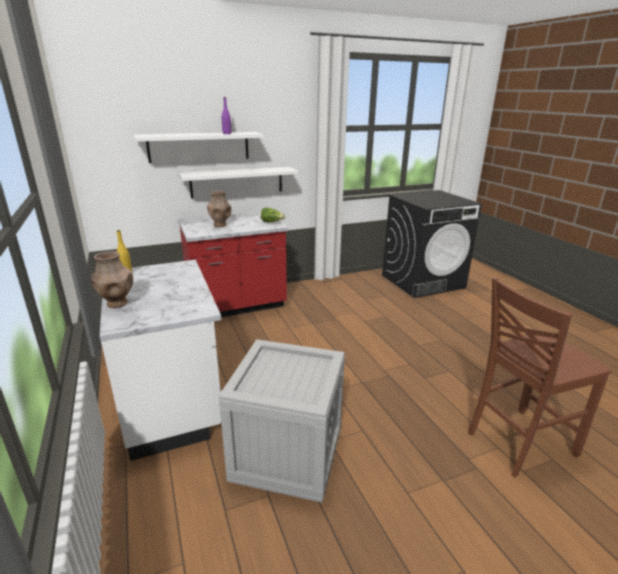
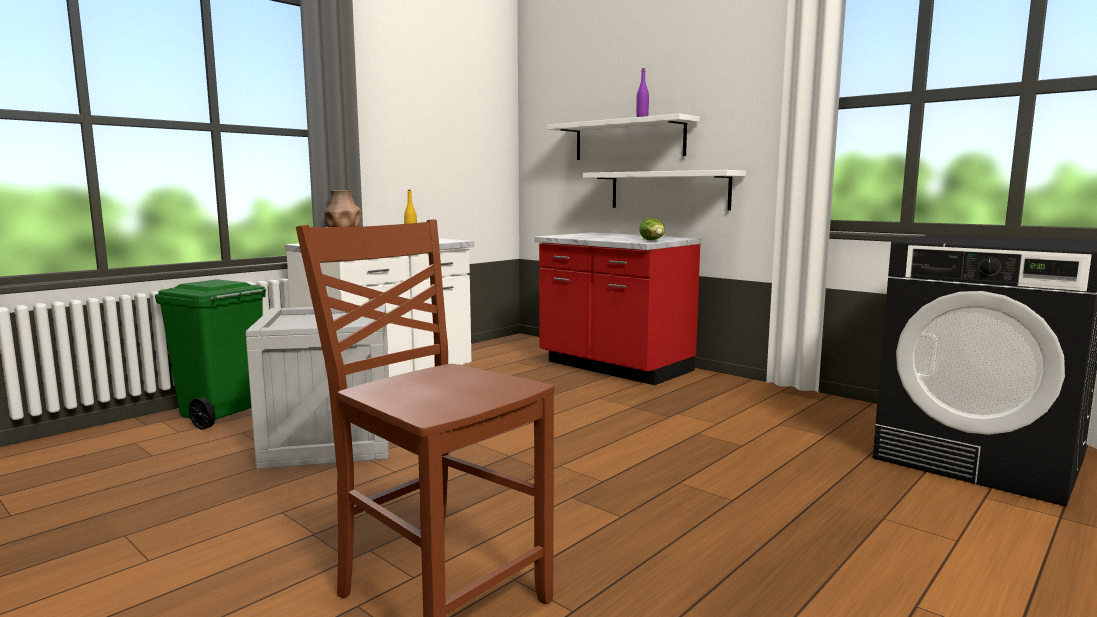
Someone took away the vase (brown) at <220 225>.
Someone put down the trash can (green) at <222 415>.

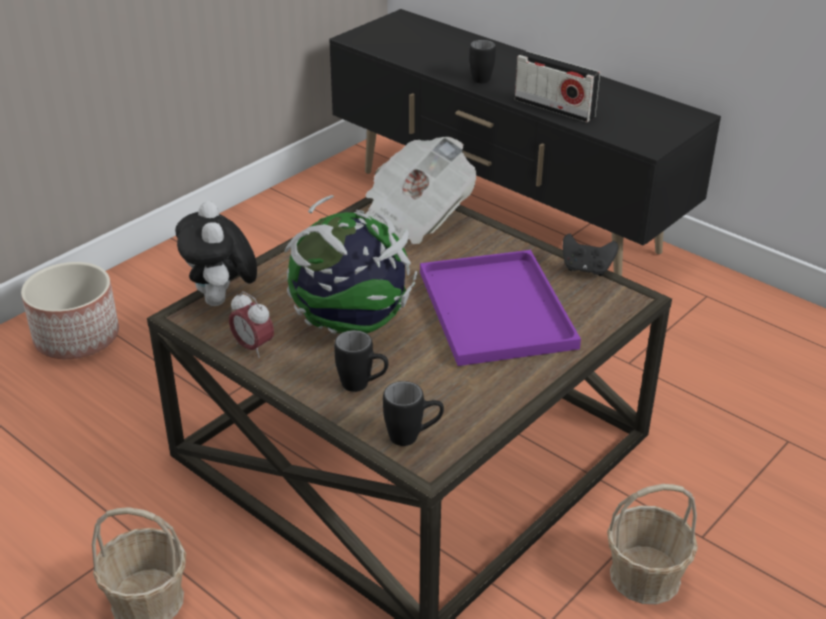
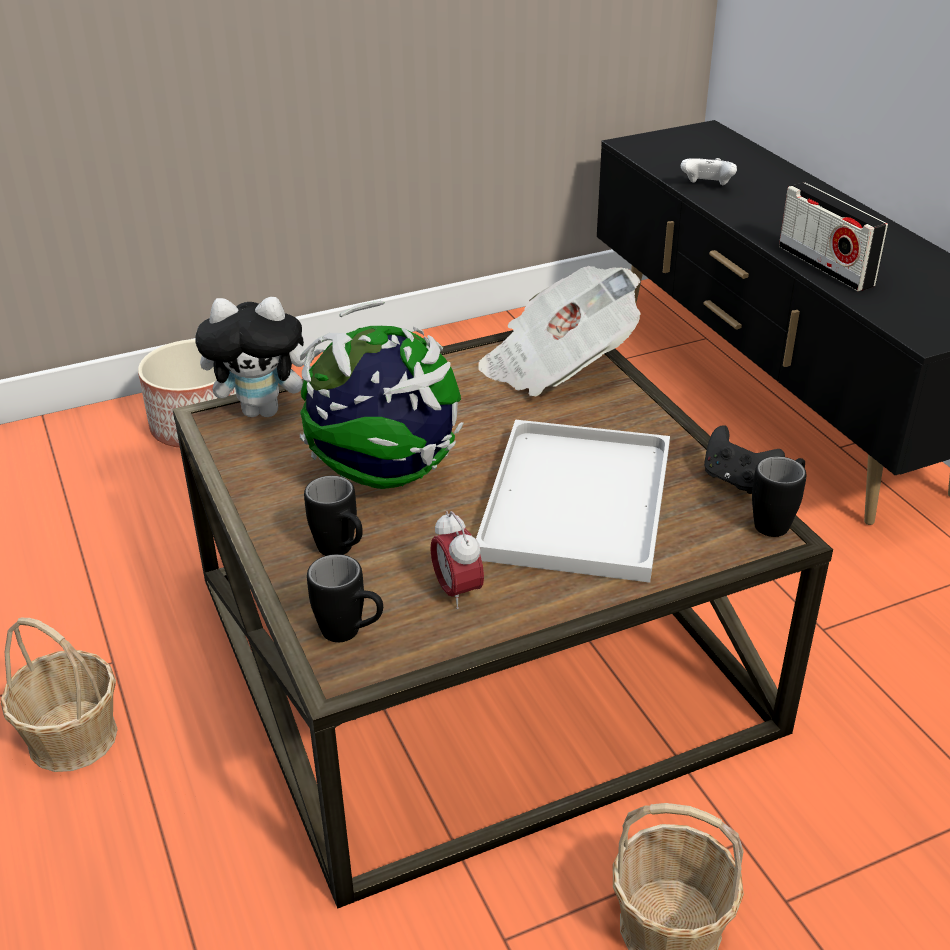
Someone carried the mug (black) from <482 77> to <777 520>.
Someone rotated the plush toy at <222 301> by 105 degrees counterclockwise.
Someone repainted the tray (purple) at <493 307>, which became the tray (white) at <575 498>.
Someone carried the alarm clock from <253 347> to <457 591>.
Someone put down the game controller (white) at <707 187>.

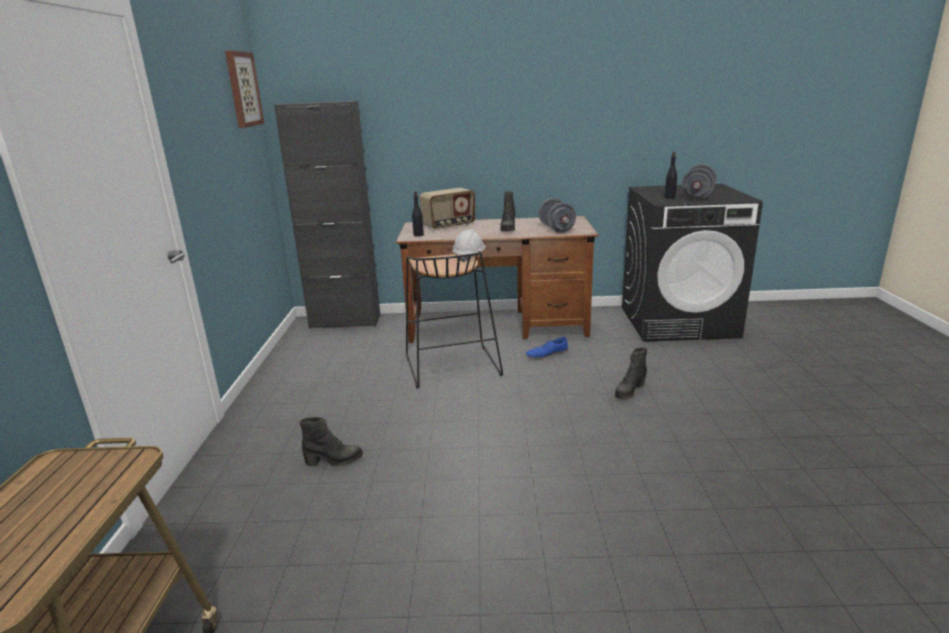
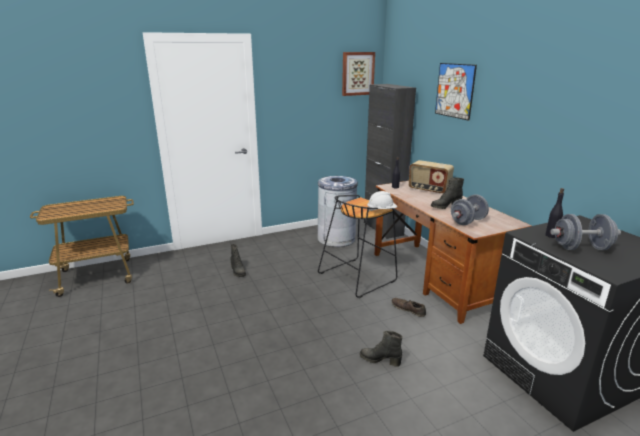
Someone repainted the shoe (blue) at <546 354>, which became the shoe (brown) at <408 309>.
Someone put up the picture at <454 90>.
Someone put down the trash can (grey) at <336 239>.

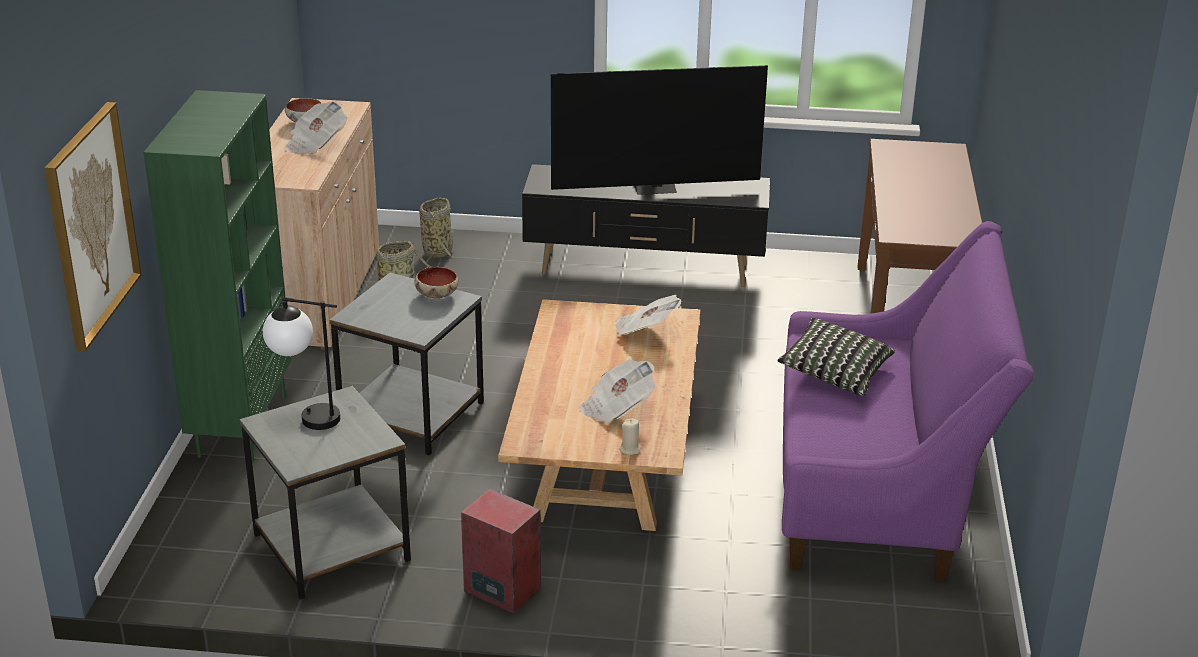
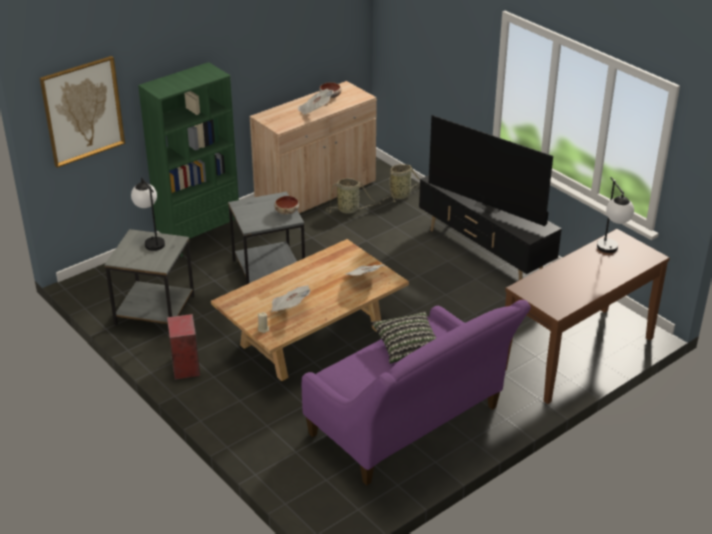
Someone put down the table lamp at <610 252>.

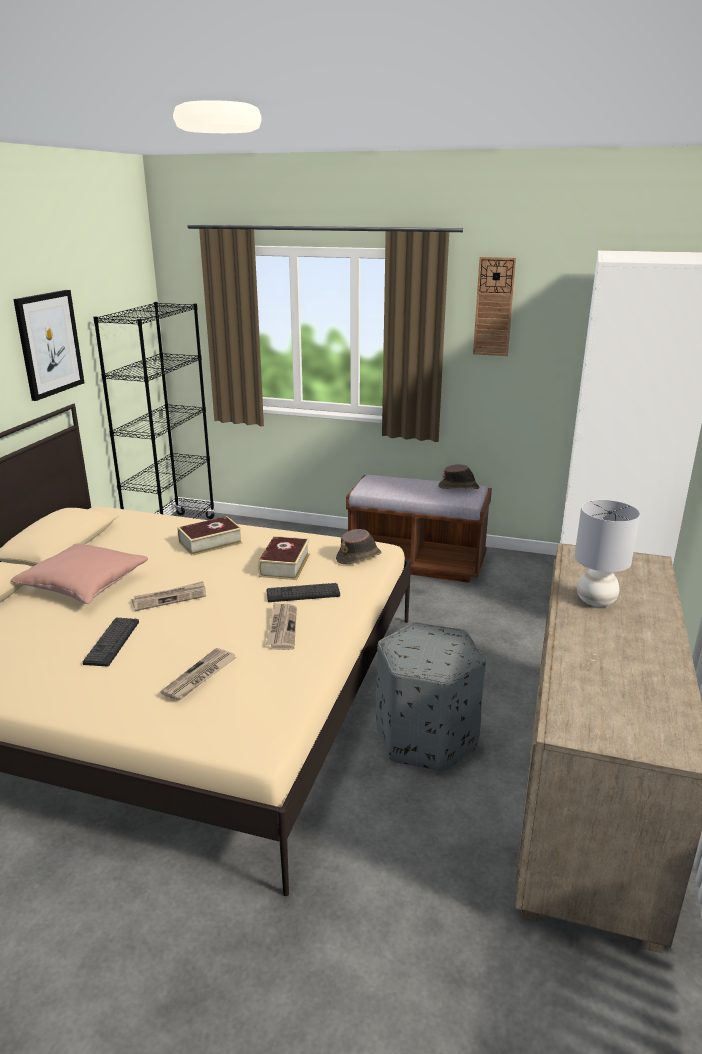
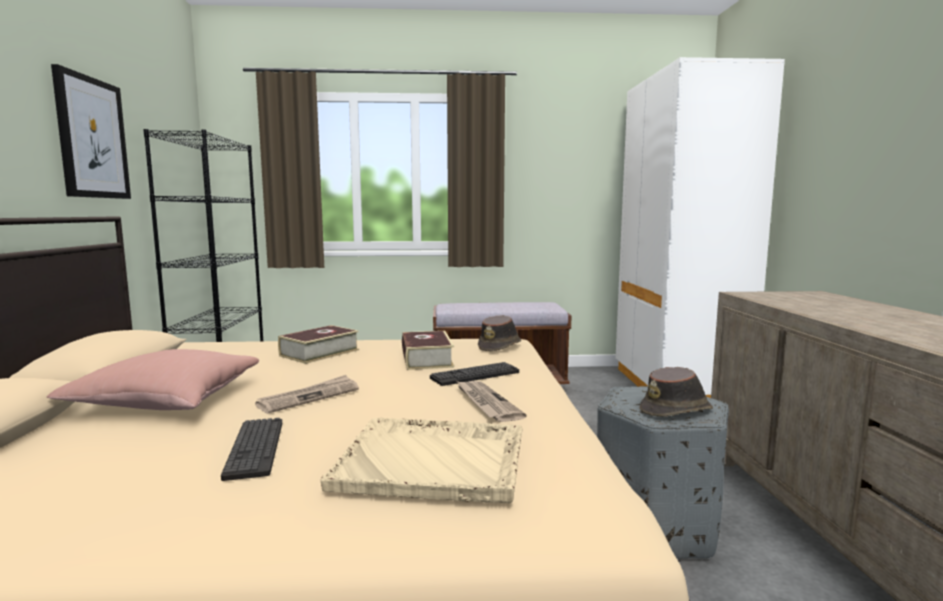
Someone took away the wall clock at <494 307>.
Someone carried the hat (brown) from <459 487> to <676 411>.
Someone took away the table lamp (grey) at <596 601>.
Someone swapped the newspaper at <200 676> for the tray (beige) at <434 461>.

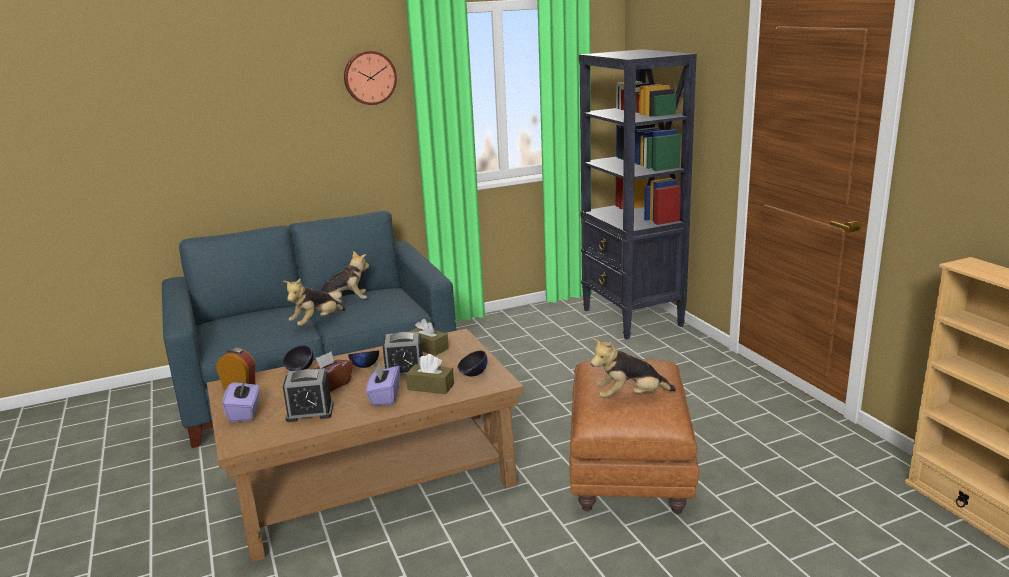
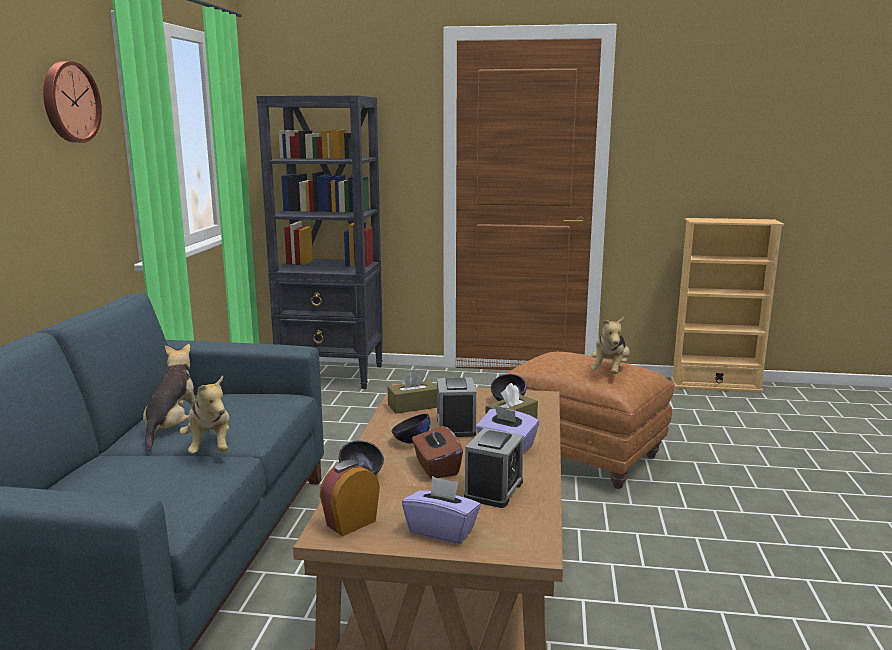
Someone rotated the alarm clock at <405 371> by 150 degrees clockwise.

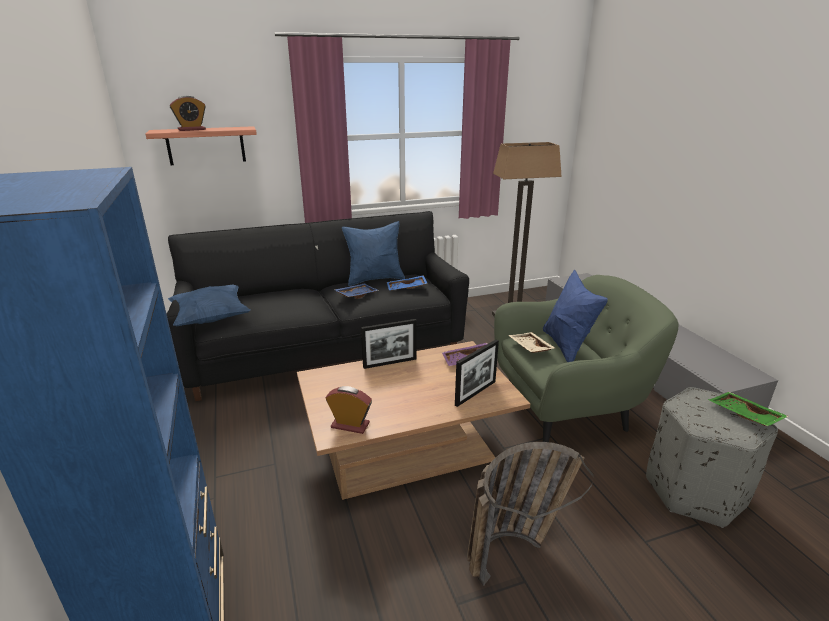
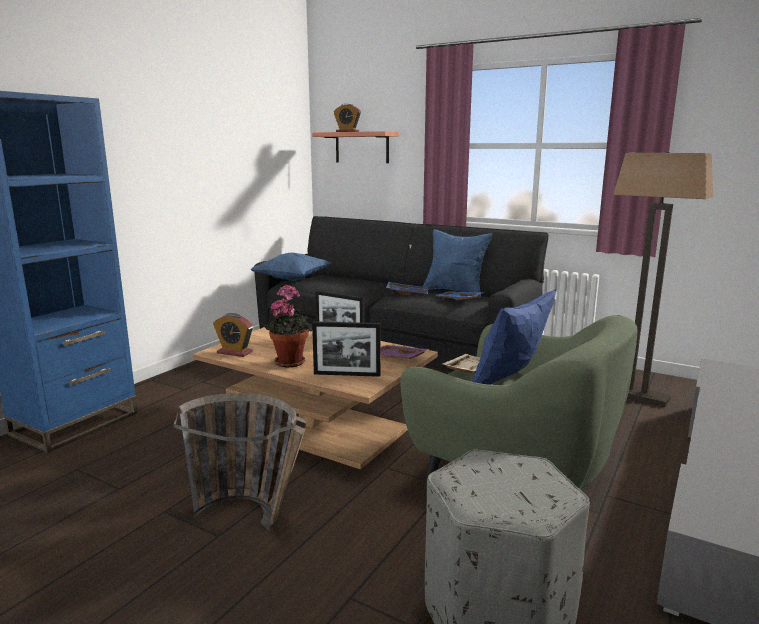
Someone rotated the alarm clock at <350 425> by 135 degrees clockwise.
Someone took away the tray (green) at <743 415>.
Someone put down the potted plant at <290 361>.

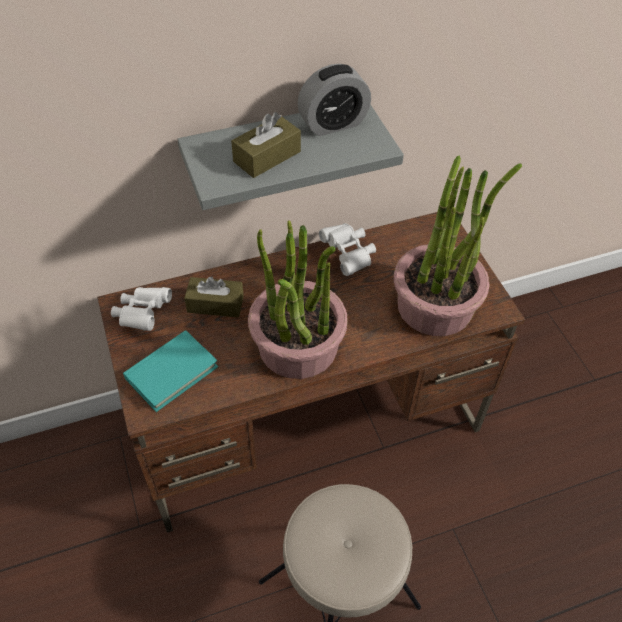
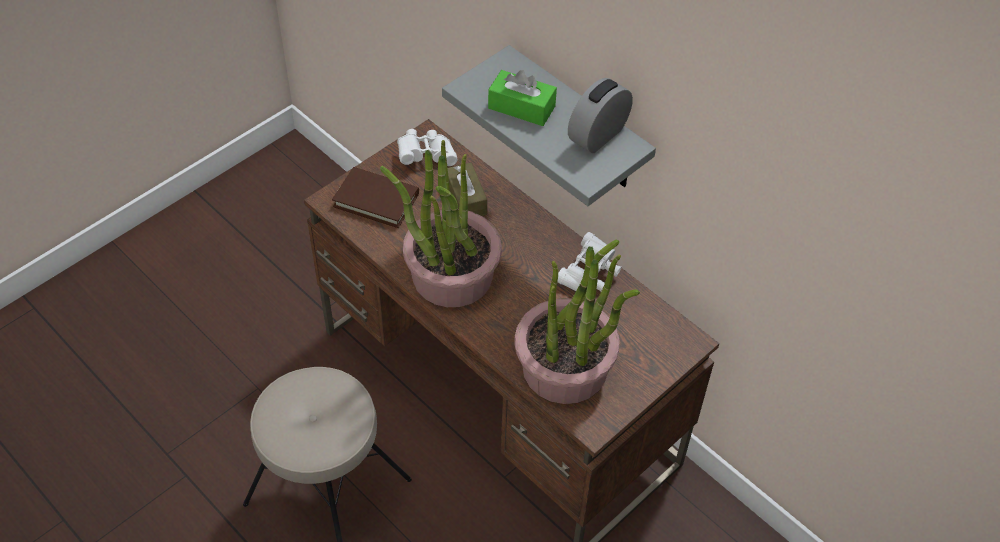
Someone rotated the alarm clock at <333 124> by 90 degrees clockwise.
Someone repainted the tissue box (brown) at <267 156>, which became the tissue box (green) at <521 107>.
Someone repainted the book (turquoise) at <171 372>, which became the book (brown) at <376 200>.

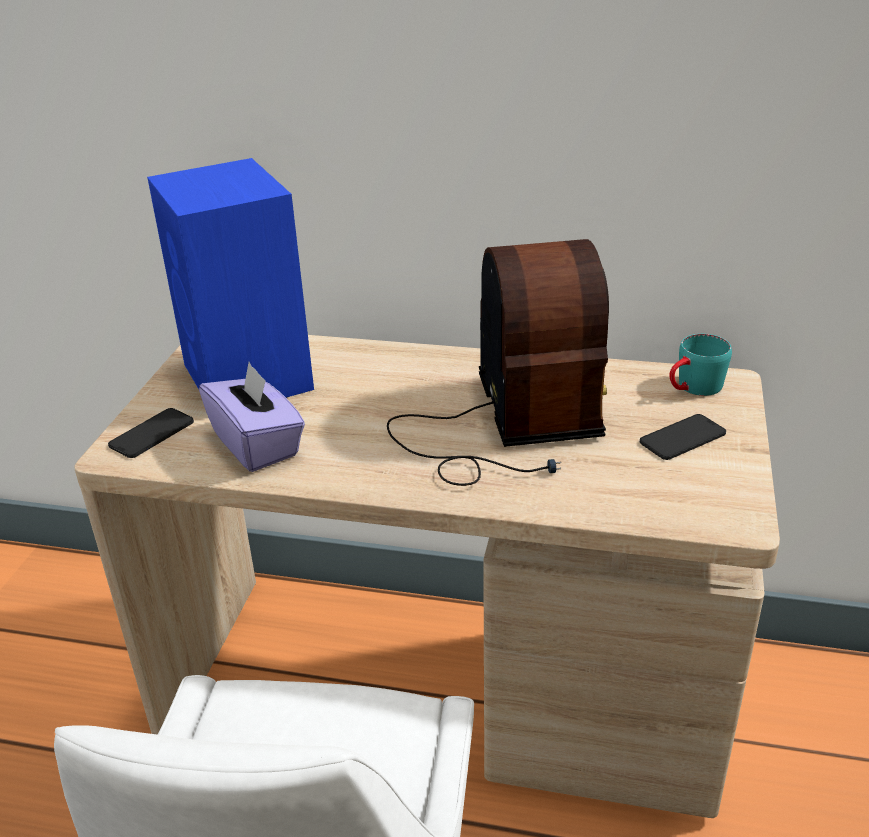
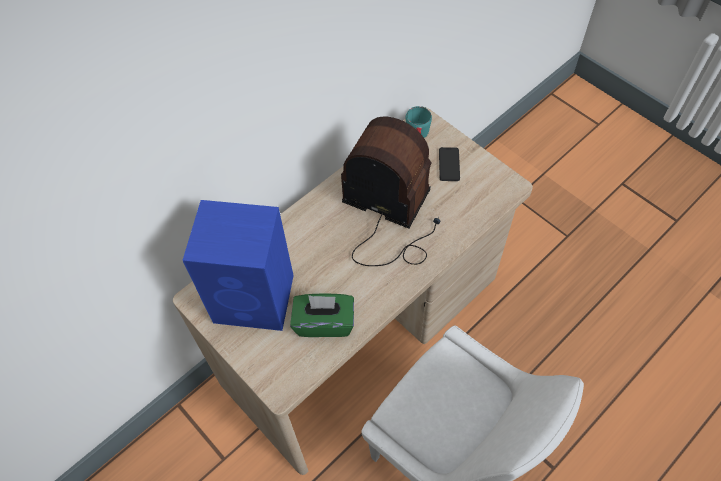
Someone repainted the tissue box (purple) at <257 444>, which became the tissue box (green) at <324 323>.
Someone took away the phone at <152 434>.

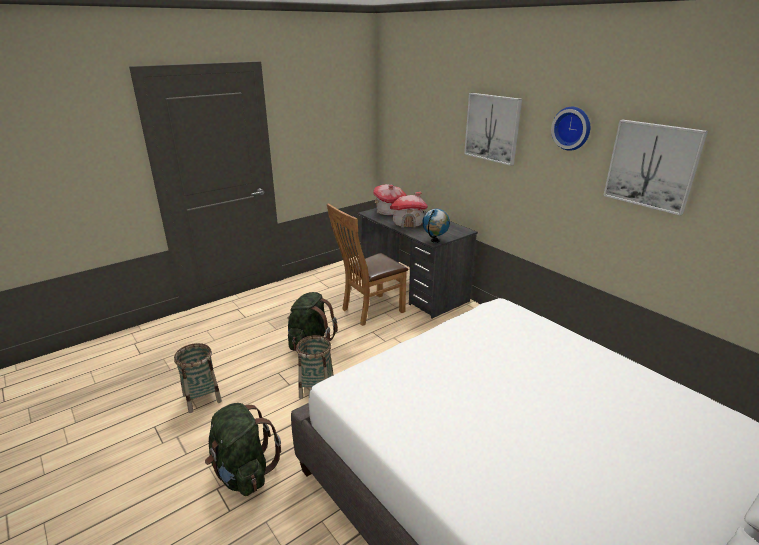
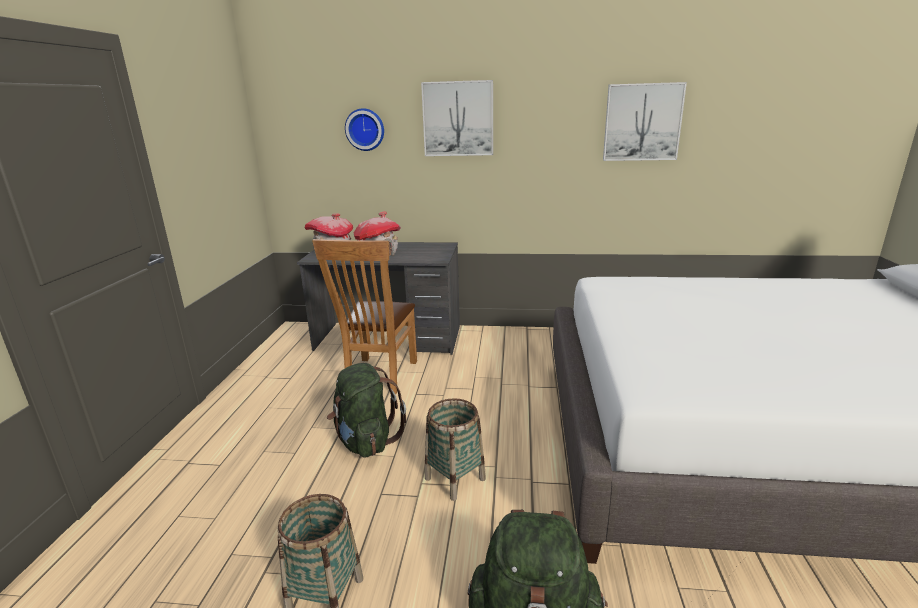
Someone carried the wall clock from <572 128> to <365 129>.
Someone took away the globe at <435 241>.

